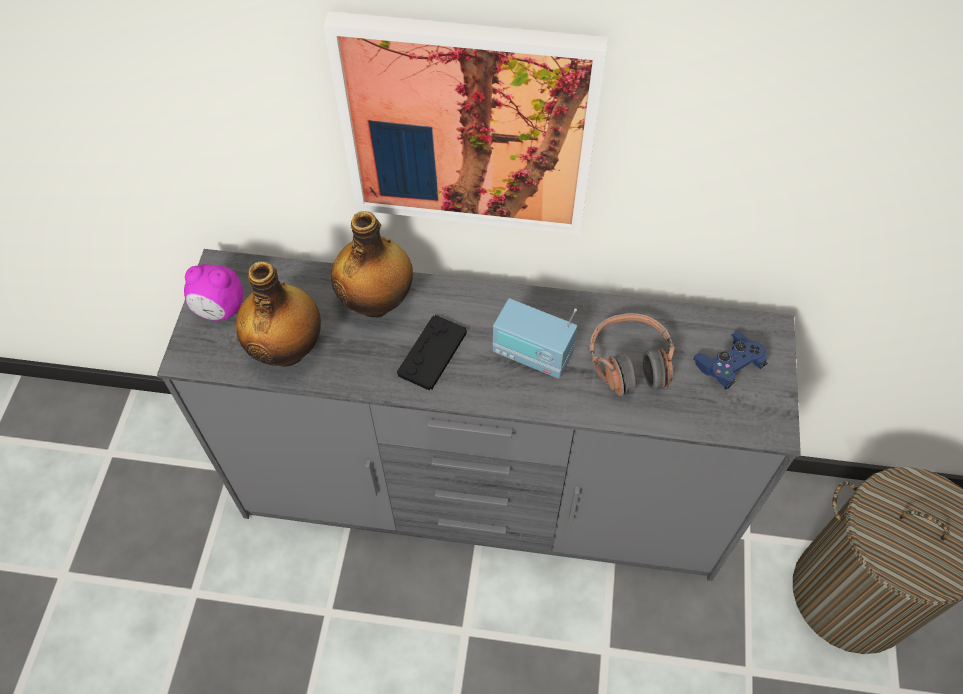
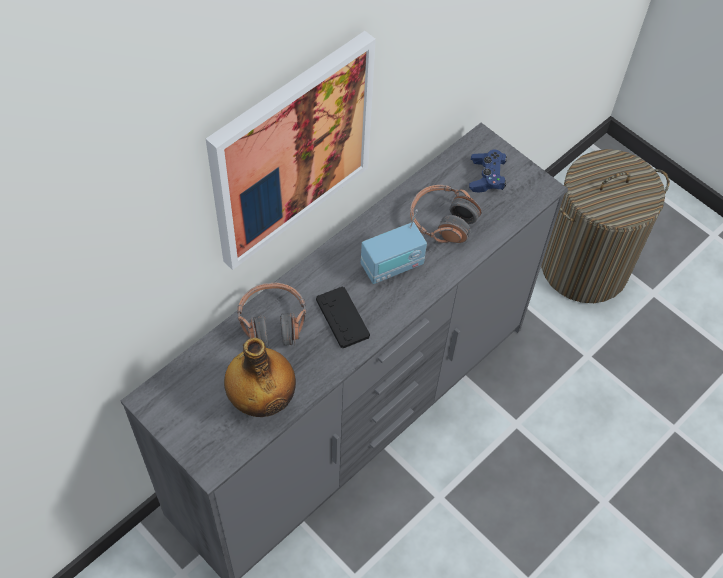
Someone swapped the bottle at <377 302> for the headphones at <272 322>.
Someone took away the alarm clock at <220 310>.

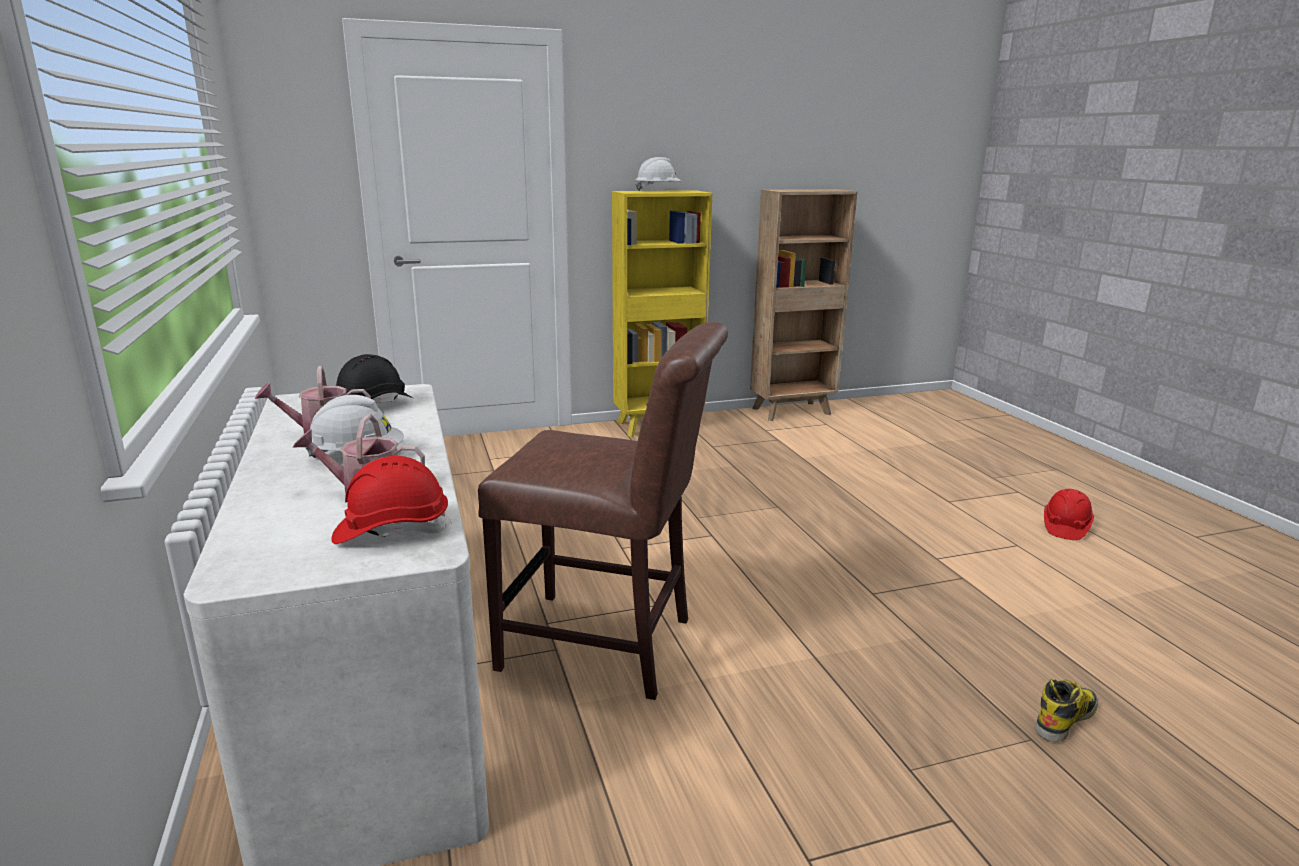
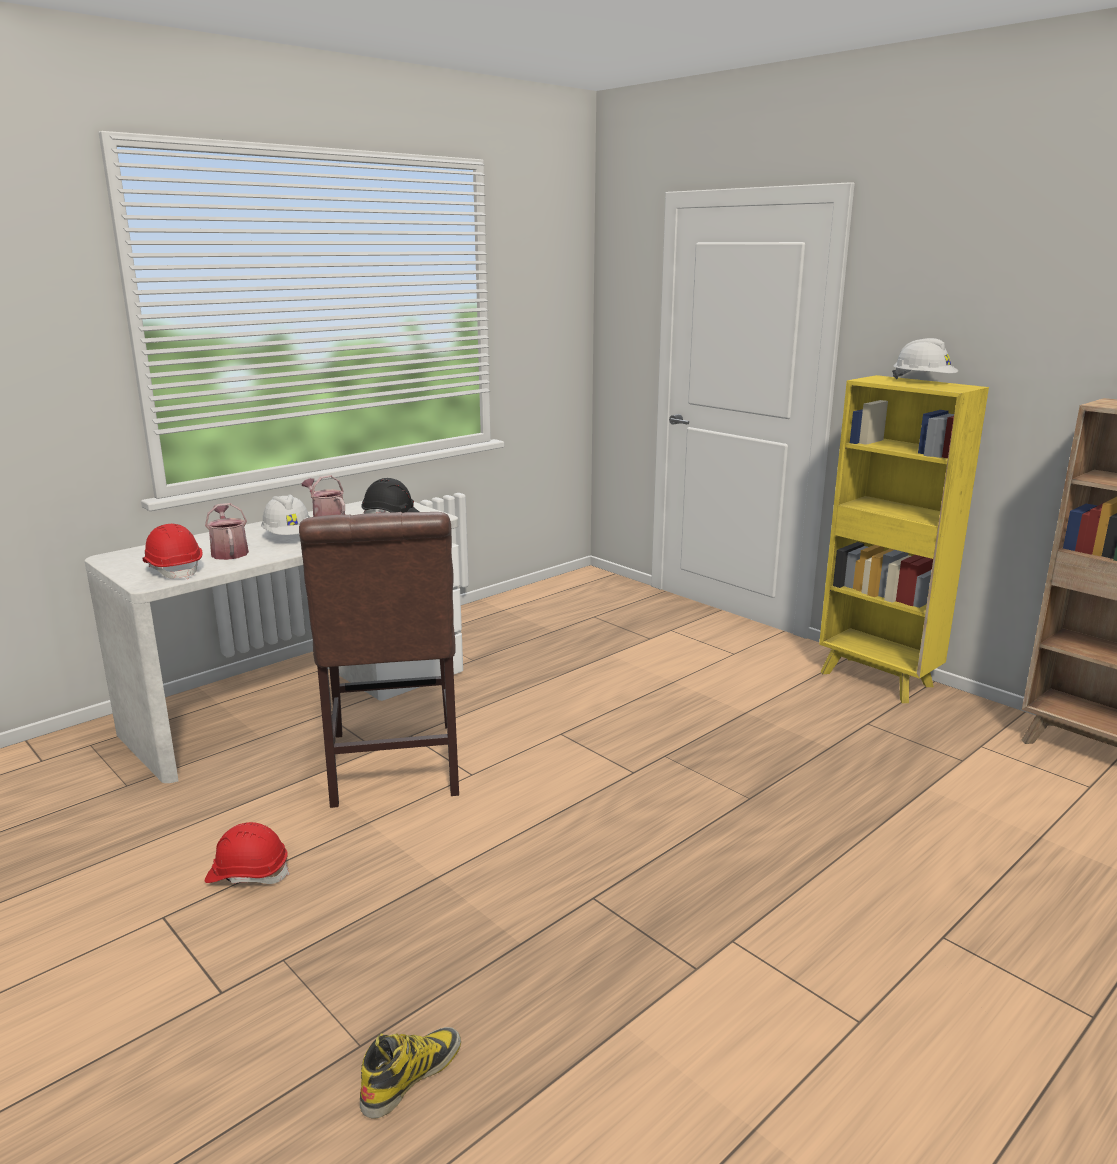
Someone carried the hard hat (red) from <1065 527> to <248 874>.
Someone rotated the boot at <1065 718> by 75 degrees counterclockwise.

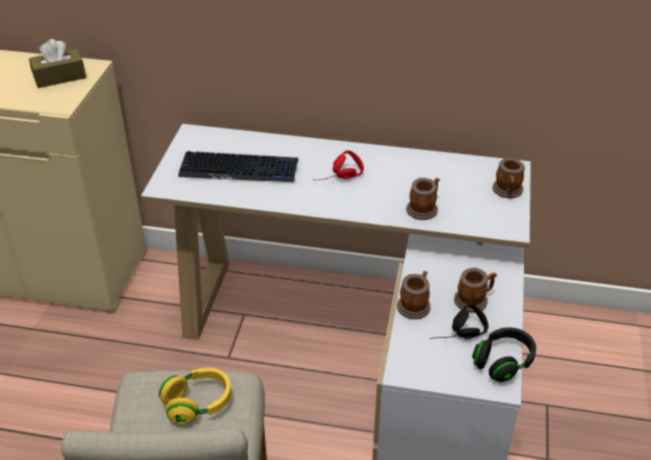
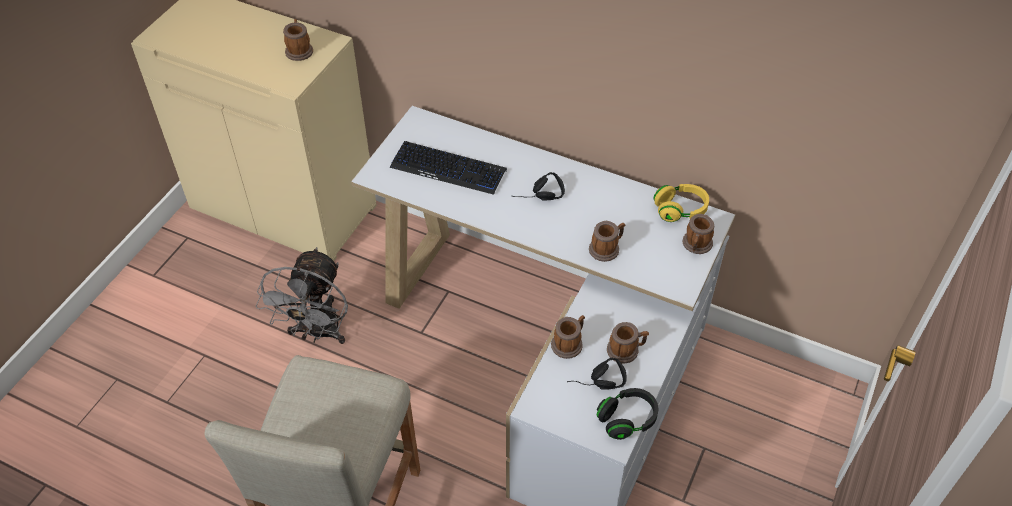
Someone swapped the tissue box (brown) at <59 77> for the mug at <299 50>.
Someone repainted the headphones (red) at <340 178>, which became the headphones (black) at <539 198>.
Someone carried the headphones (yellow) from <198 404> to <680 210>.
Someone put down the fan (grey) at <317 333>.

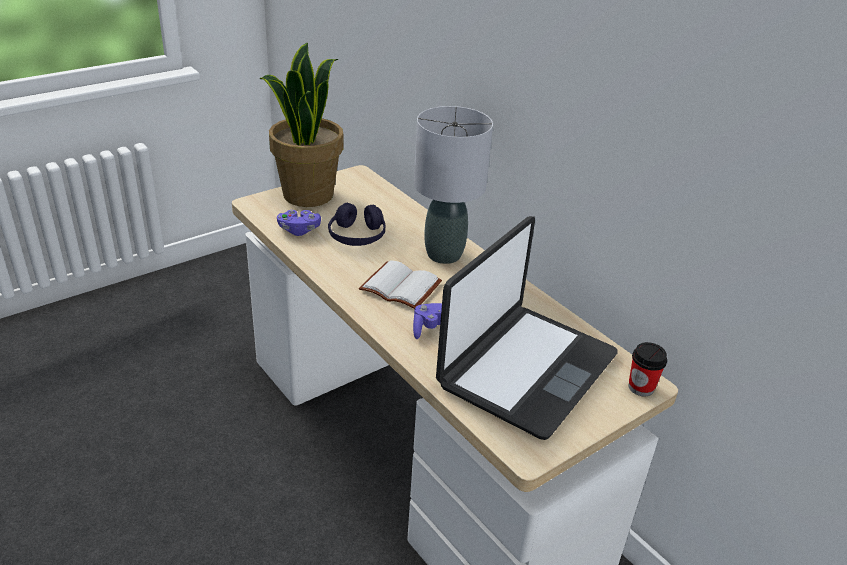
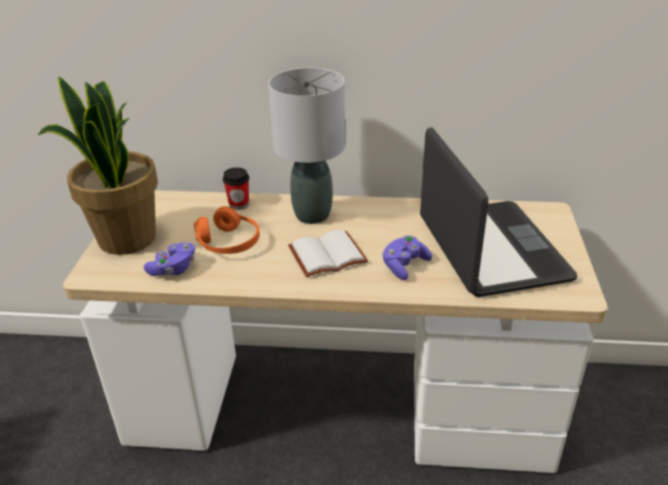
Someone repainted the headphones (purple) at <357 236>, which became the headphones (orange) at <228 243>.
Someone carried the cup from <641 387> to <239 204>.

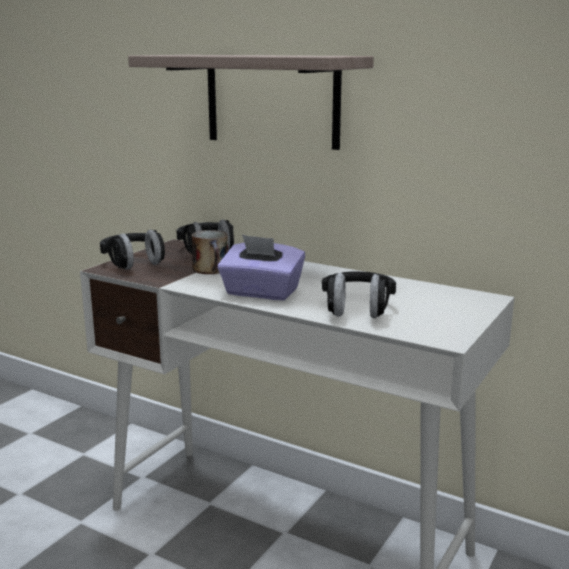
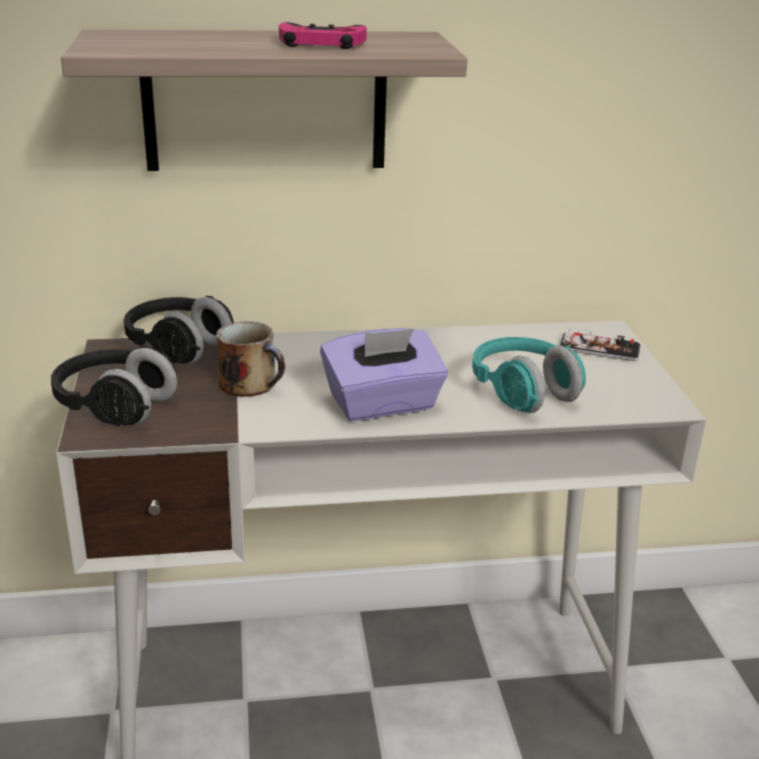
Someone repainted the headphones (black) at <357 309>, which became the headphones (turquoise) at <523 393>.
Someone put down the game controller (pink) at <321 44>.
Someone put down the phone at <599 348>.

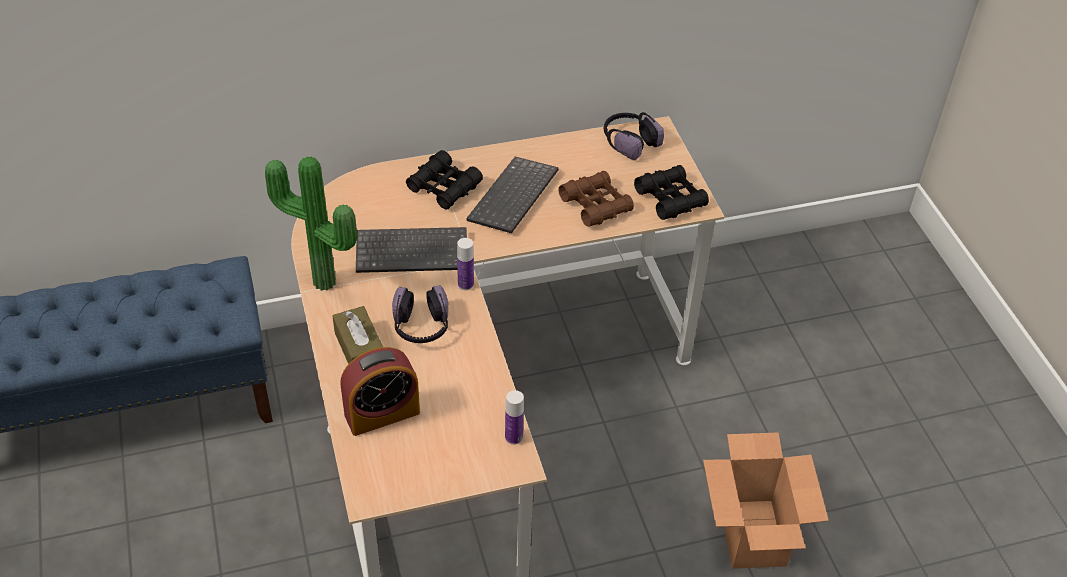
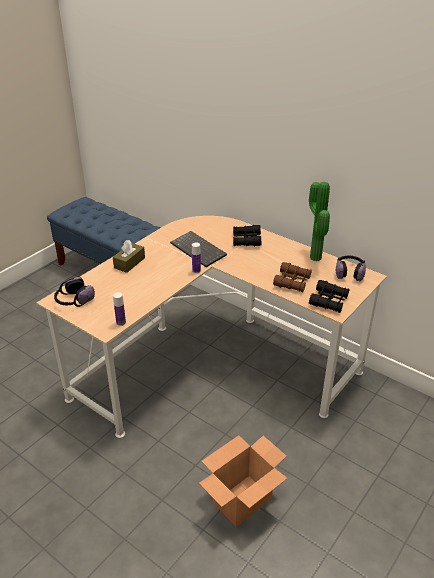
Someone carried the potted plant from <322 285> to <313 258>.
Someone took away the keyboard at <514 198>.
Someone carried the headphones from <421 327> to <73 300>.
Someone took away the alarm clock at <382 414>.

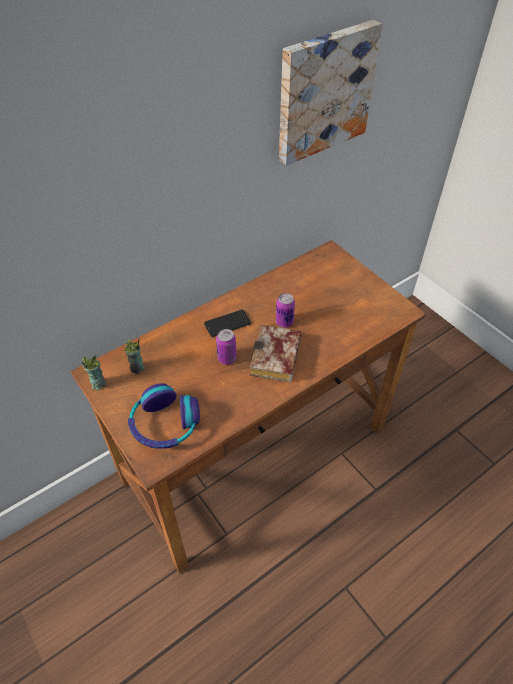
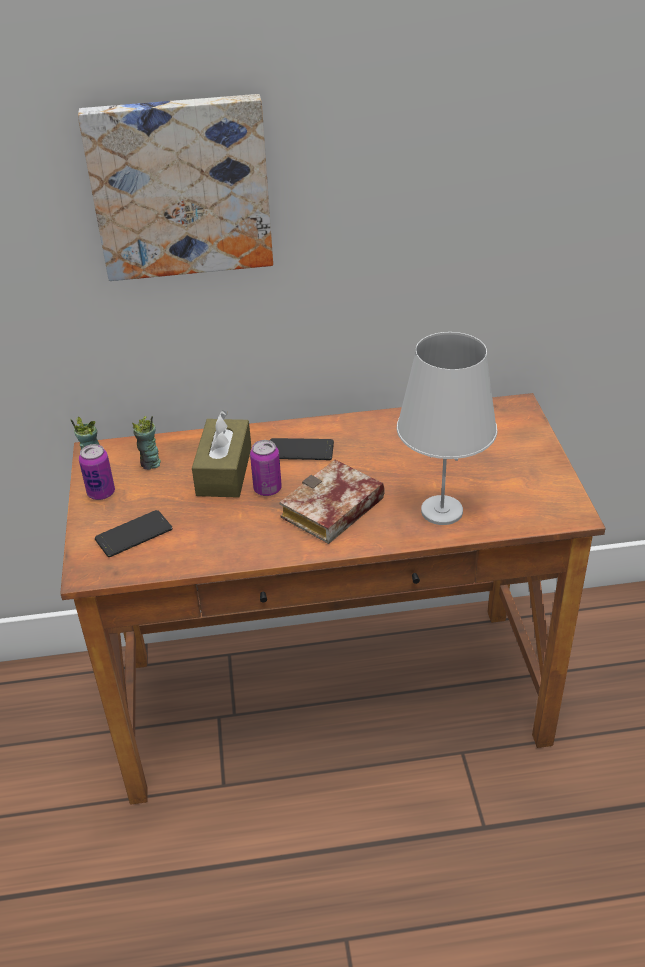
Someone carried the picture from <323 92> to <180 186>.
Someone carried the can from <284 322> to <101 493>.
Someone swapped the headphones at <165 424> for the phone at <134 534>.
Someone put down the table lamp (white) at <442 511>.
Someone put down the tissue box (brown) at <224 471>.

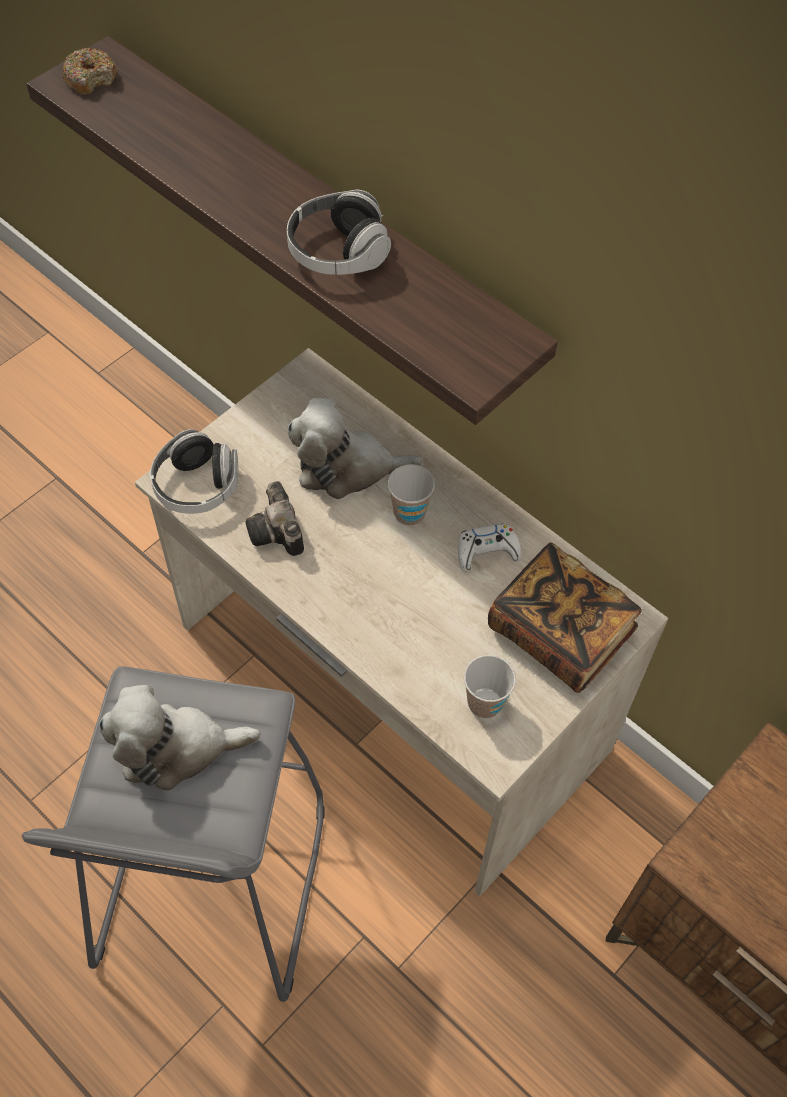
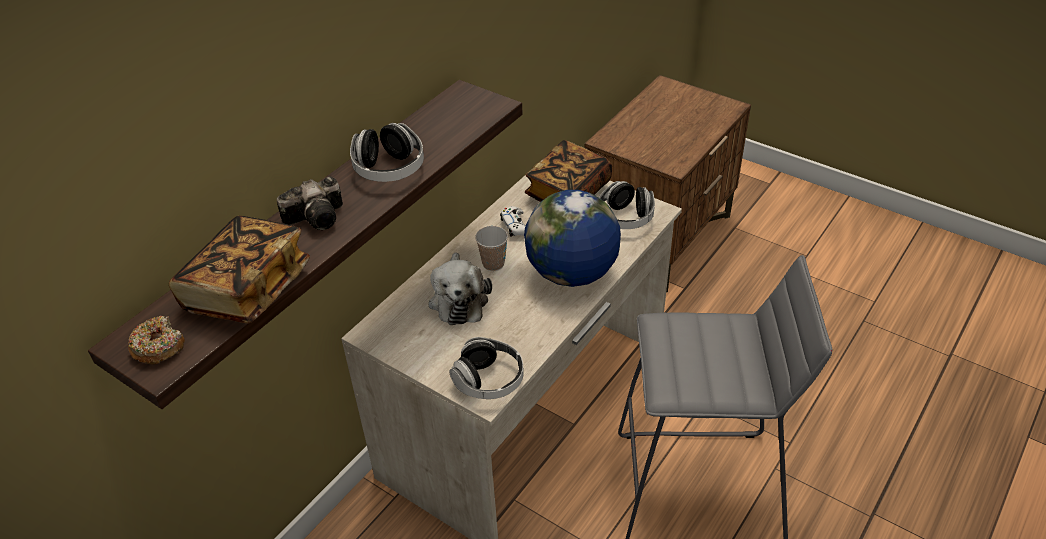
Someone carried the photo camera from <278 533> to <319 217>.
Someone swapped the cup at <485 703> for the headphones at <625 218>.
Someone took away the plush toy at <176 748>.
Someone put down the globe at <572 273>.
Someone put down the book at <247 289>.

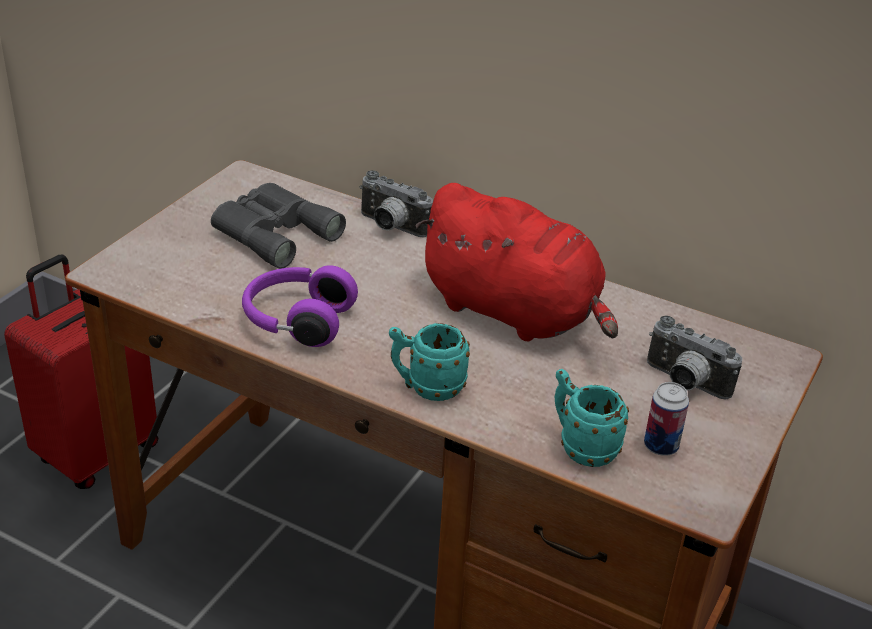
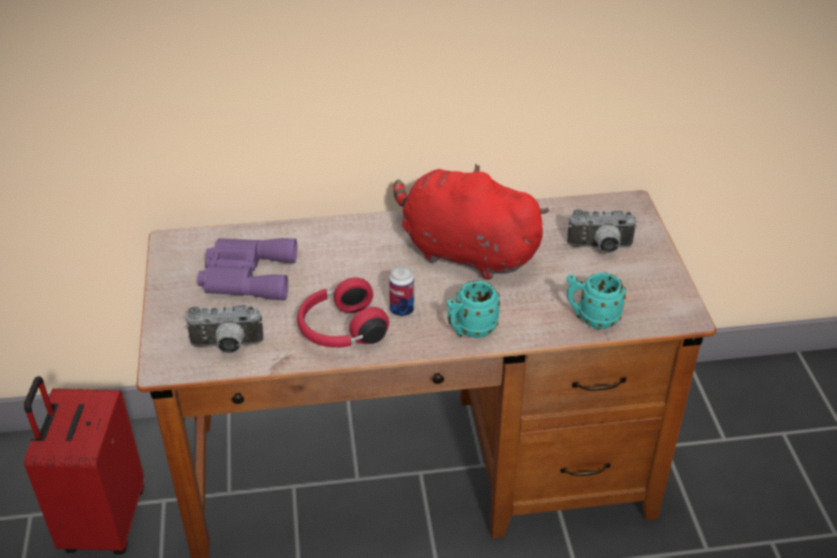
Someone carried the photo camera from <390 227> to <226 347>.
Someone repainted the binoculars (grey) at <272 232>, which became the binoculars (purple) at <246 275>.
Someone rotated the plush toy (red) at <515 313> by 150 degrees counterclockwise.
Someone repainted the headphones (purple) at <296 321>, which became the headphones (red) at <340 330>.
Someone carried the can from <661 446> to <402 310>.

